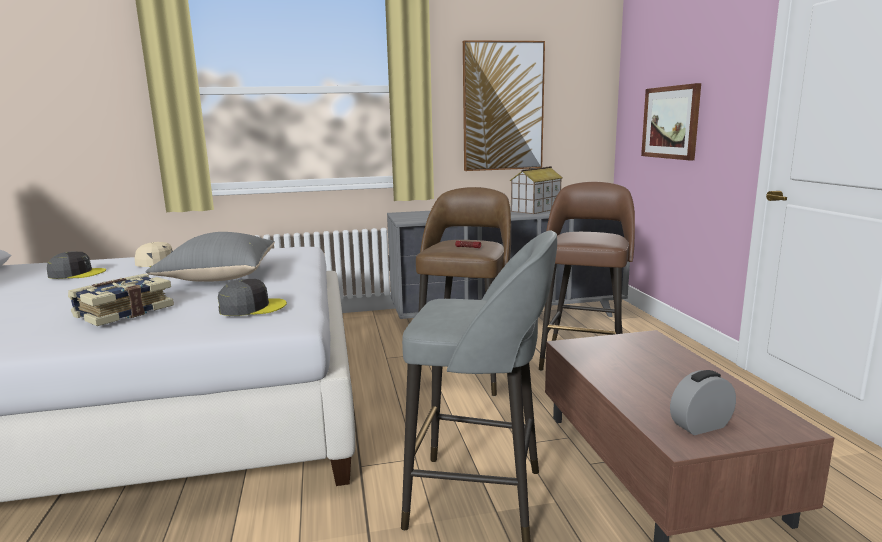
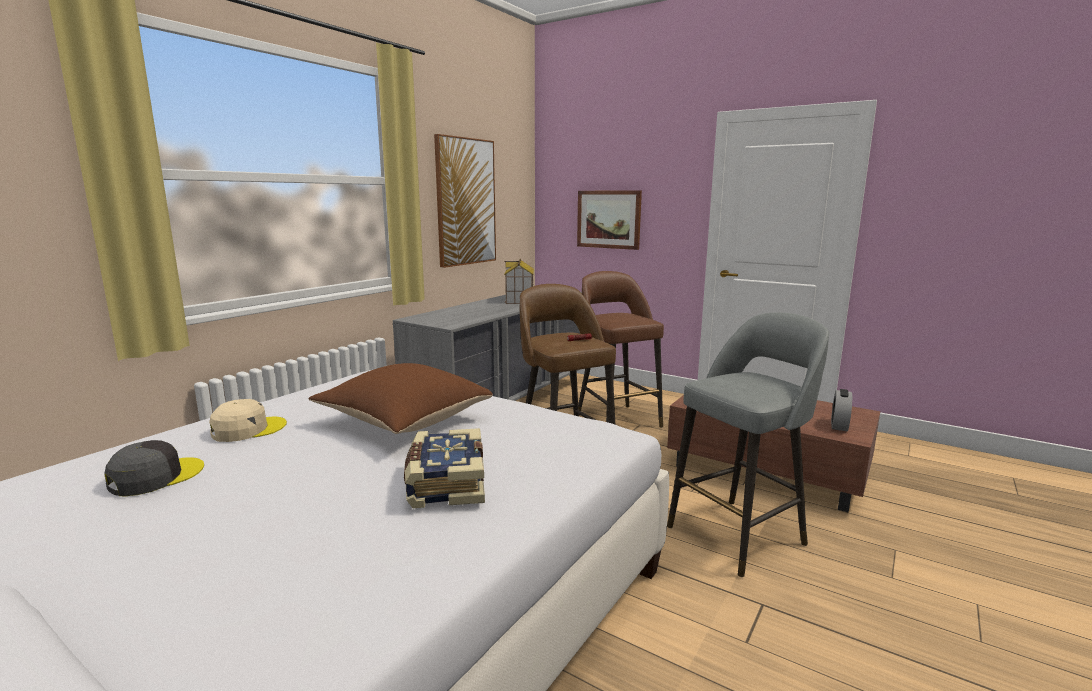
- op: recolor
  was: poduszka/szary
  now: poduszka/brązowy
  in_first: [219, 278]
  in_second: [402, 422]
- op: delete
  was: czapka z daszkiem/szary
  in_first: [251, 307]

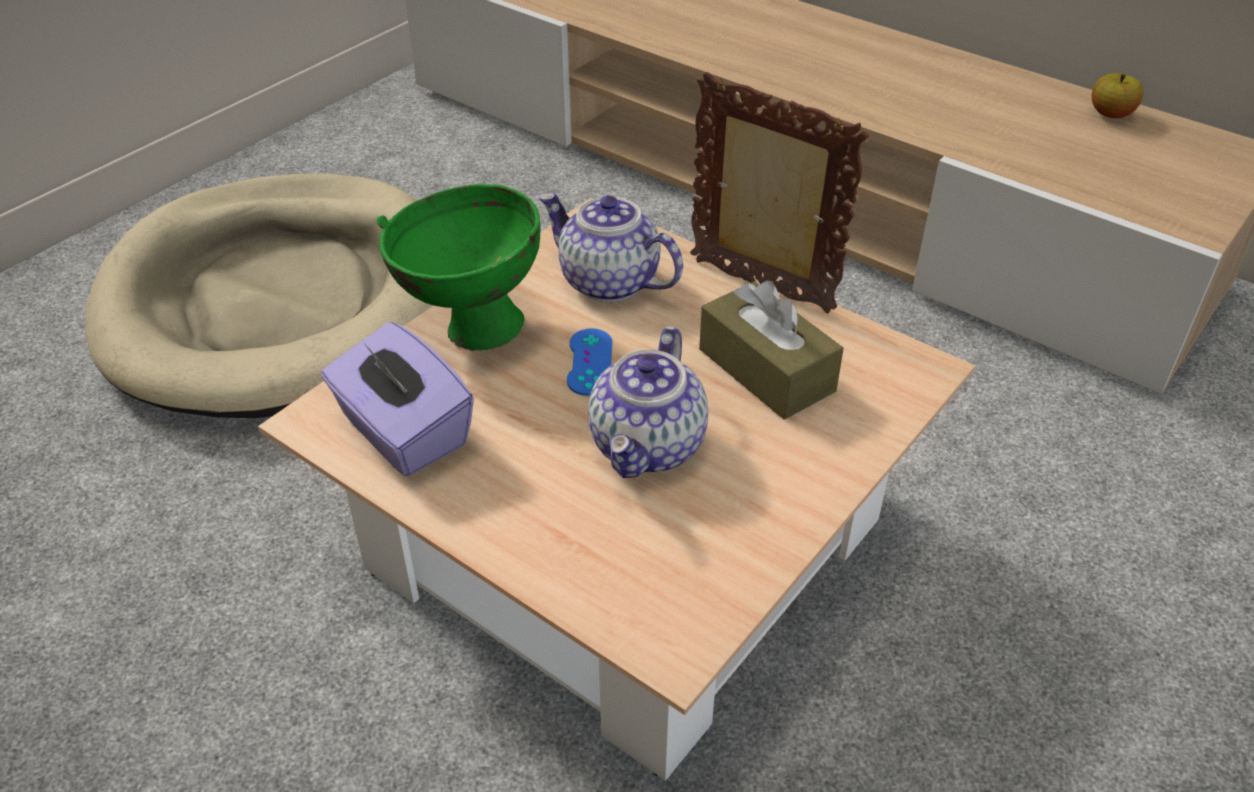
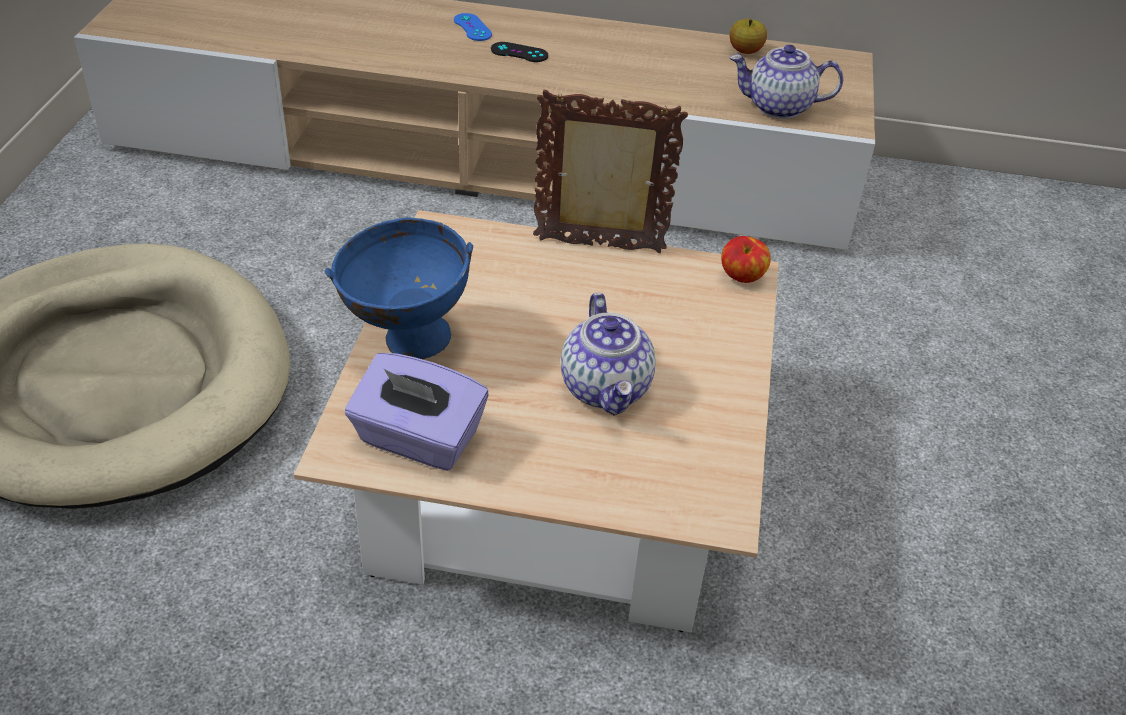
- op: recolor
  was: miska/zielony
  now: miska/niebieski
  in_first: [468, 326]
  in_second: [403, 341]
- op: move
  was: pad do gier/niebieski
  in_first: [589, 362]
  in_second: [472, 27]
- op: insert
  now: pad do gier/czarny
  in_second: [519, 52]
- op: insert
  now: jabłko
  in_second: [742, 277]
- op: move
  was: imbryk
  in_first: [607, 282]
  in_second: [778, 107]
- op: delete
  was: pudełko chusteczek/brązowy
  in_first: [766, 370]

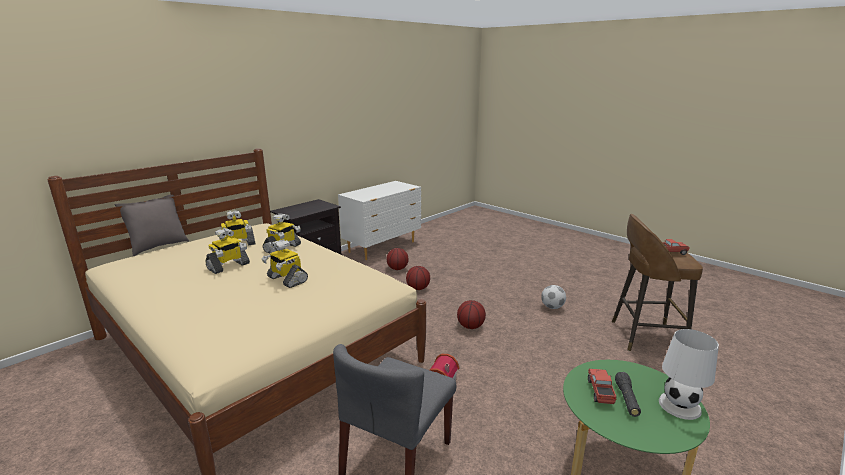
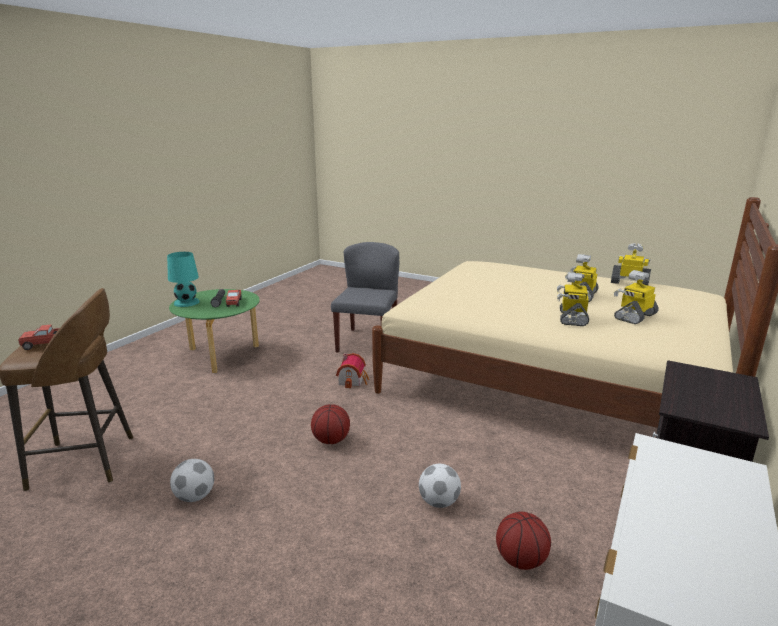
- op: recolor
  was: lampa stołowa/biały
  now: lampa stołowa/turkusowy
  in_first: [679, 405]
  in_second: [187, 302]
- op: replace
  was: piłka do koszykówki
  now: piłka futbolowa
  in_first: [418, 288]
  in_second: [439, 502]
- op: move
  was: robot zabawkowy
  in_first: [286, 279]
  in_second: [630, 283]
- op: delete
  was: poduszka/szary
  in_first: [158, 246]

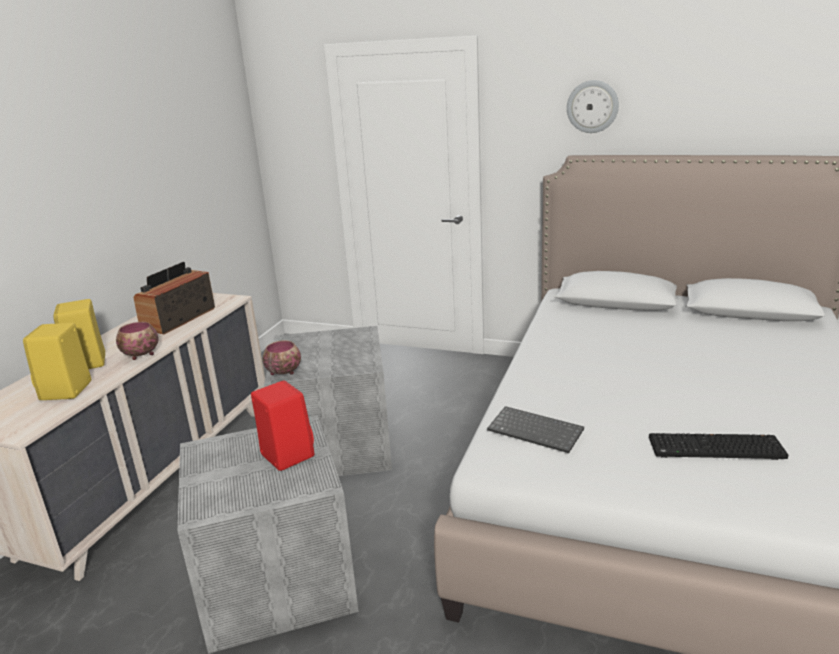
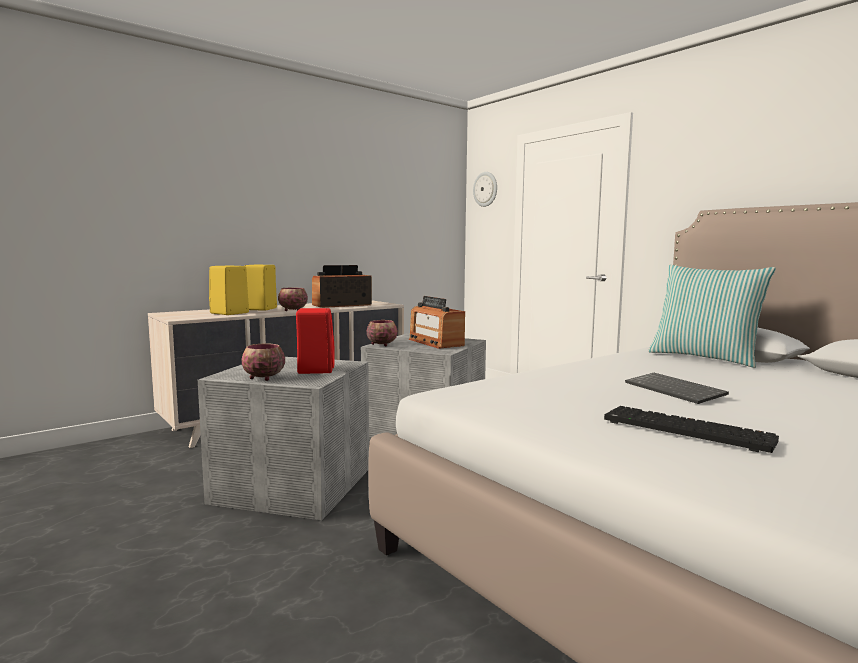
- op: insert
  now: miska
  in_second: [263, 378]
- op: insert
  now: radio
  in_second: [435, 342]
- op: move
  was: zegar ścienny
  in_first: [592, 106]
  in_second: [485, 189]
- op: move
  was: klawiatura
  in_first: [537, 430]
  in_second: [676, 390]
- op: insert
  now: poduszka
  in_second: [704, 357]

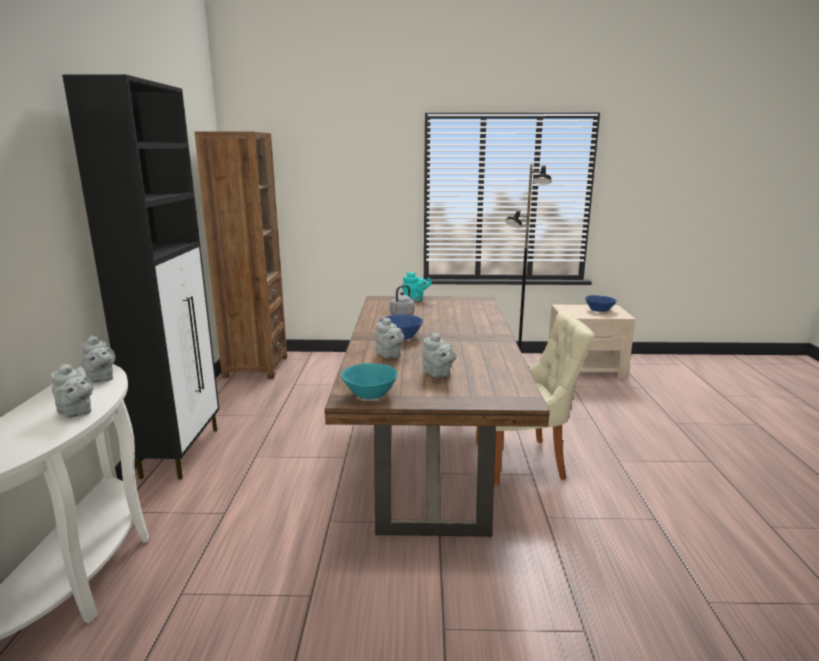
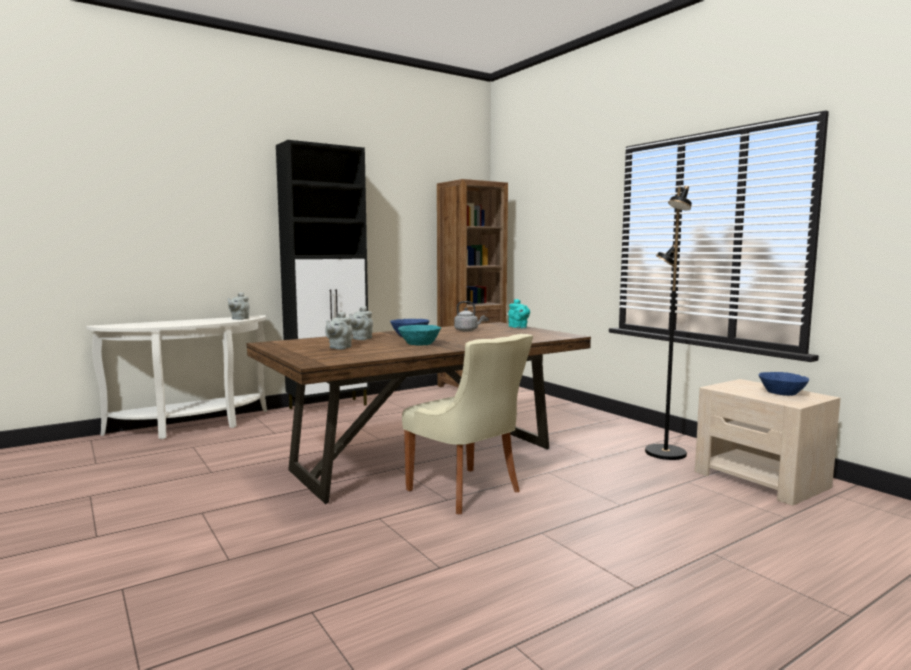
- op: move
  was: miska/turkusowy
  in_first: [369, 394]
  in_second: [419, 344]
- op: delete
  was: imbryk/szary
  in_first: [76, 412]

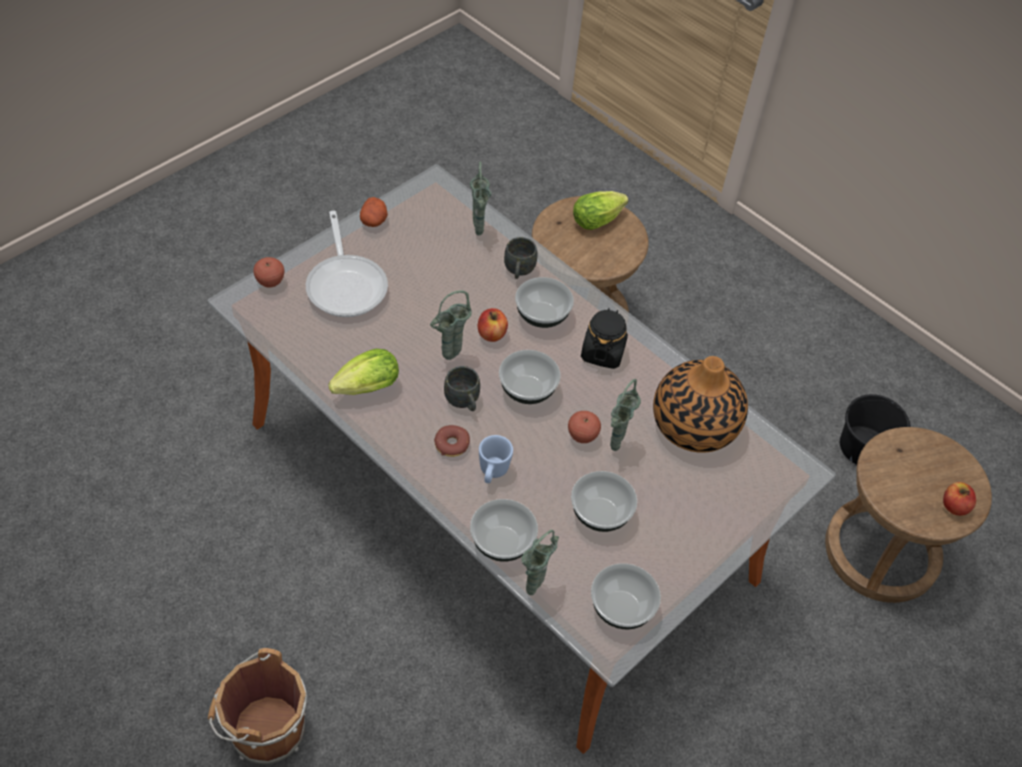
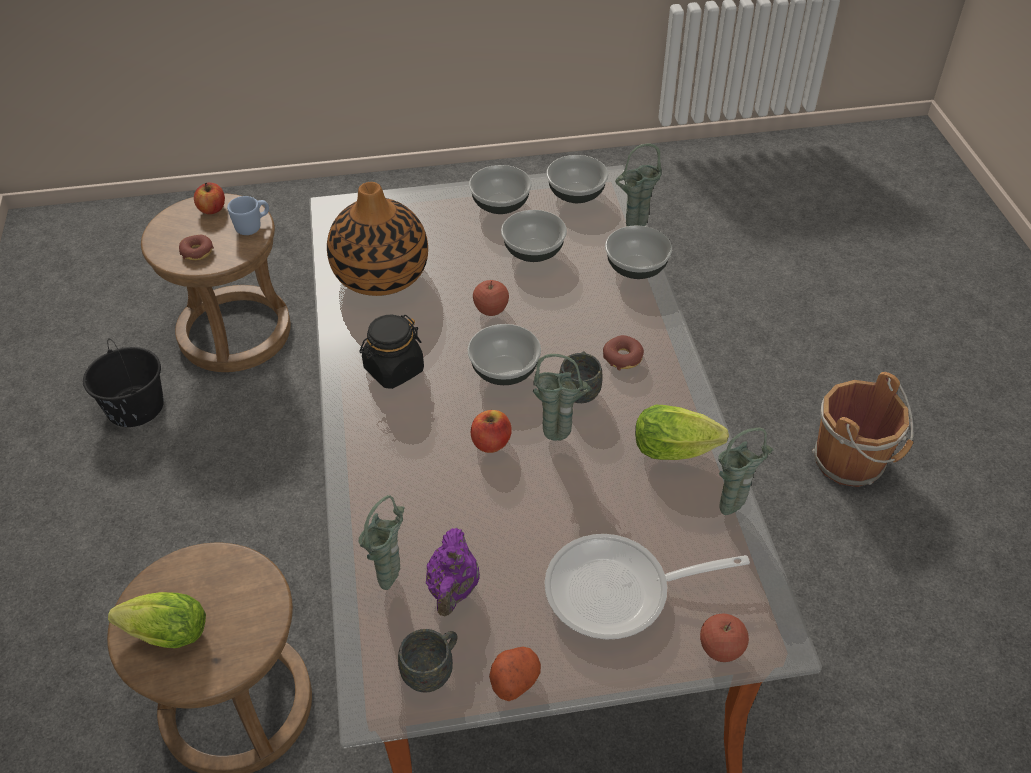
- op: insert
  now: donut
  in_second: [197, 252]
- op: move
  was: kubek/niebieski
  in_first: [492, 472]
  in_second: [253, 227]
- op: move
  was: kubek/szary
  in_first: [518, 271]
  in_second: [433, 669]
- op: insert
  now: imbryk/fioletowy
  in_second: [453, 589]
- op: move
  was: miska
  in_first: [542, 315]
  in_second: [501, 205]
- op: rotate
  was: patelnia
  in_first: [346, 284]
  in_second: [618, 592]
  clockwise: -120
- op: move
  was: wazon/zielony
  in_first: [615, 448]
  in_second: [733, 510]

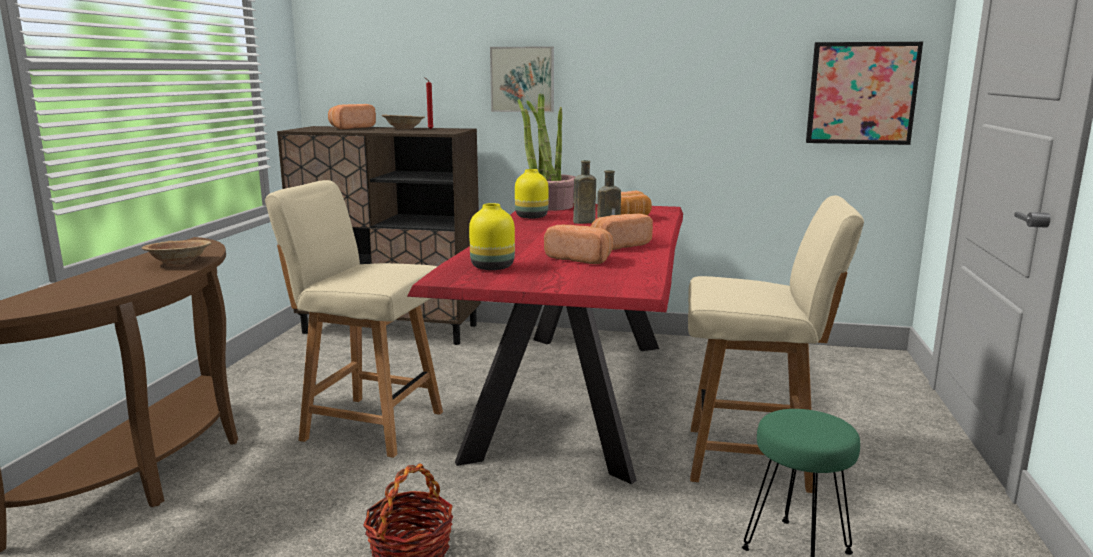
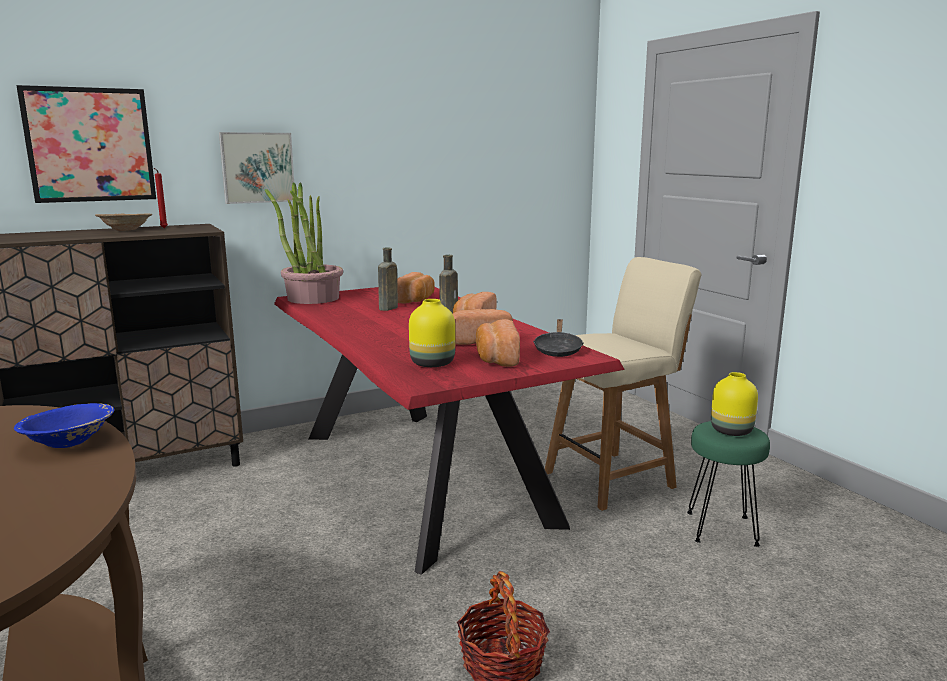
- op: recolor
  was: miska/brązowy
  now: miska/niebieski
  in_first: [179, 262]
  in_second: [69, 442]
- op: move
  was: obraz
  in_first: [861, 93]
  in_second: [90, 145]
- op: move
  was: chleb
  in_first: [350, 128]
  in_second: [496, 359]
- op: insert
  now: patelnia/czarny
  in_second: [558, 350]
- op: move
  was: wazon/żółty
  in_first: [532, 217]
  in_second: [732, 431]
- op: delete
  was: krzesło/beżowy
  in_first: [370, 425]

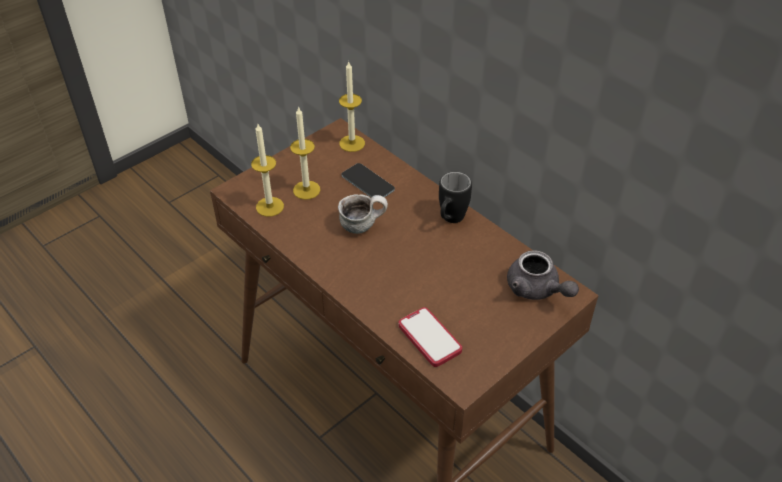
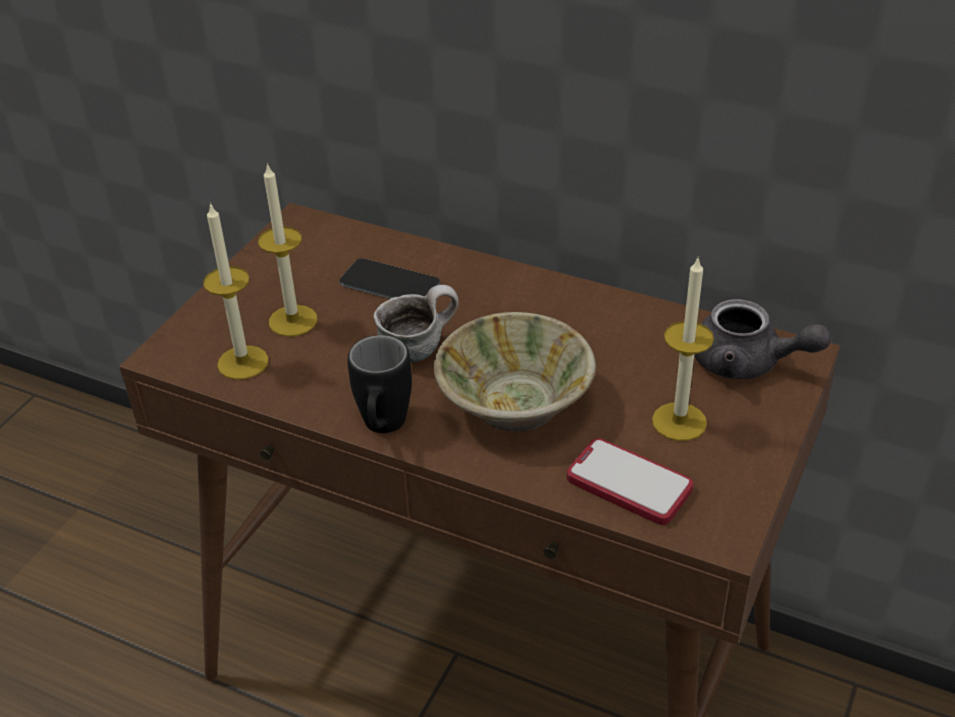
- op: move
  was: kubek/czarny
  in_first: [450, 220]
  in_second: [383, 429]
- op: insert
  now: miska/beżowy
  in_second: [514, 402]
- op: move
  was: świeca
  in_first: [352, 143]
  in_second: [679, 421]

